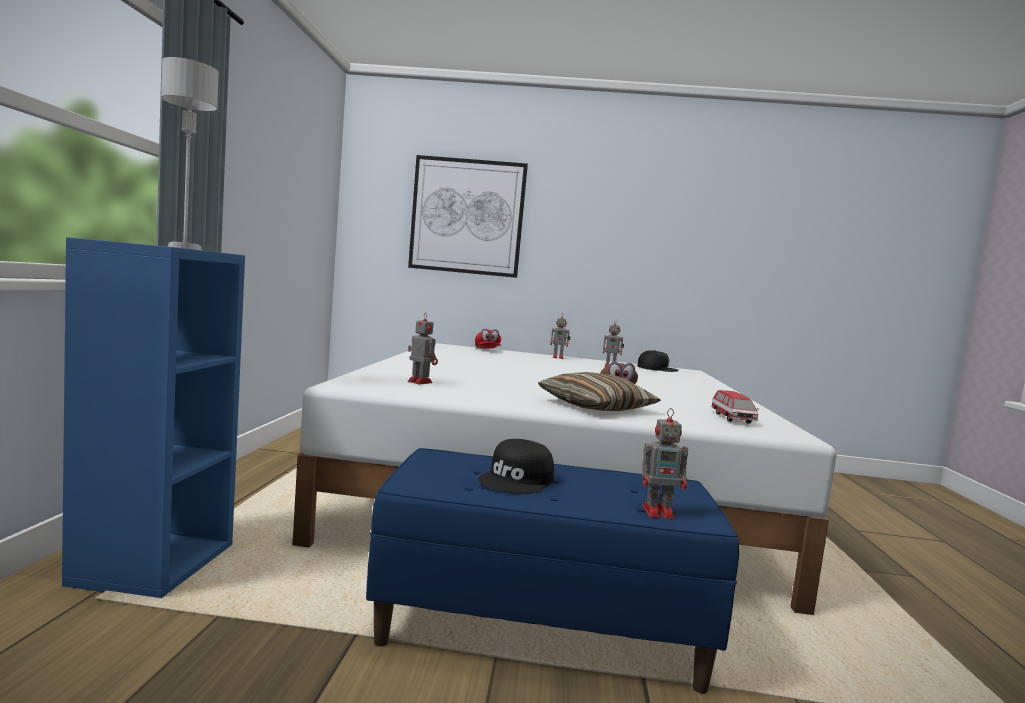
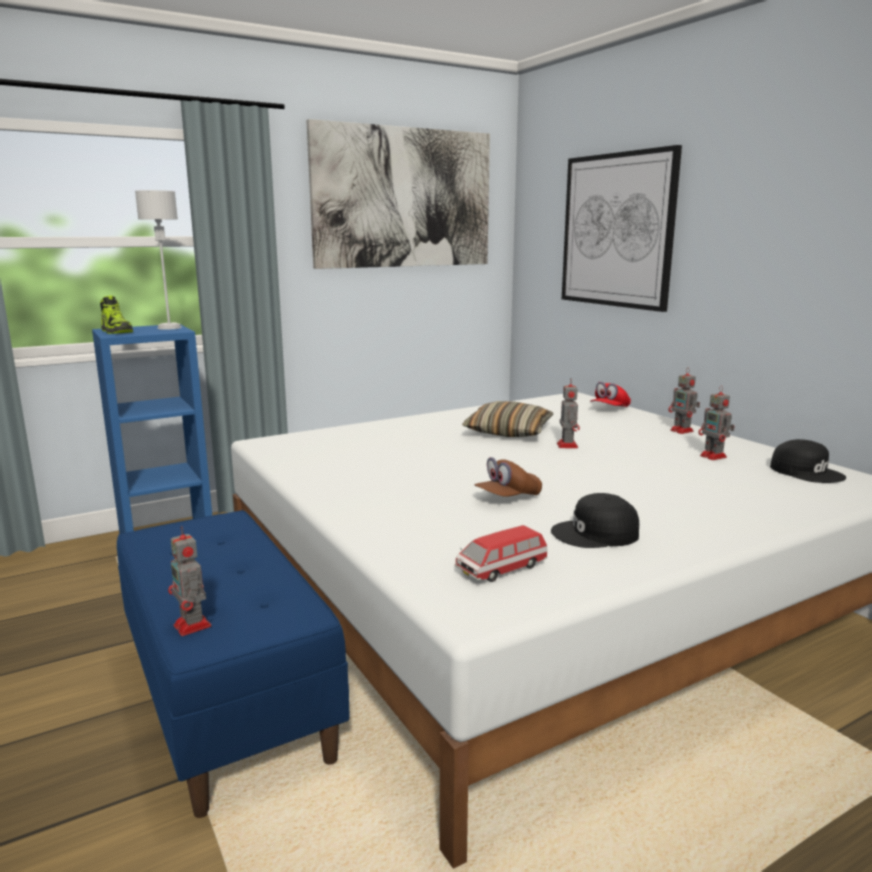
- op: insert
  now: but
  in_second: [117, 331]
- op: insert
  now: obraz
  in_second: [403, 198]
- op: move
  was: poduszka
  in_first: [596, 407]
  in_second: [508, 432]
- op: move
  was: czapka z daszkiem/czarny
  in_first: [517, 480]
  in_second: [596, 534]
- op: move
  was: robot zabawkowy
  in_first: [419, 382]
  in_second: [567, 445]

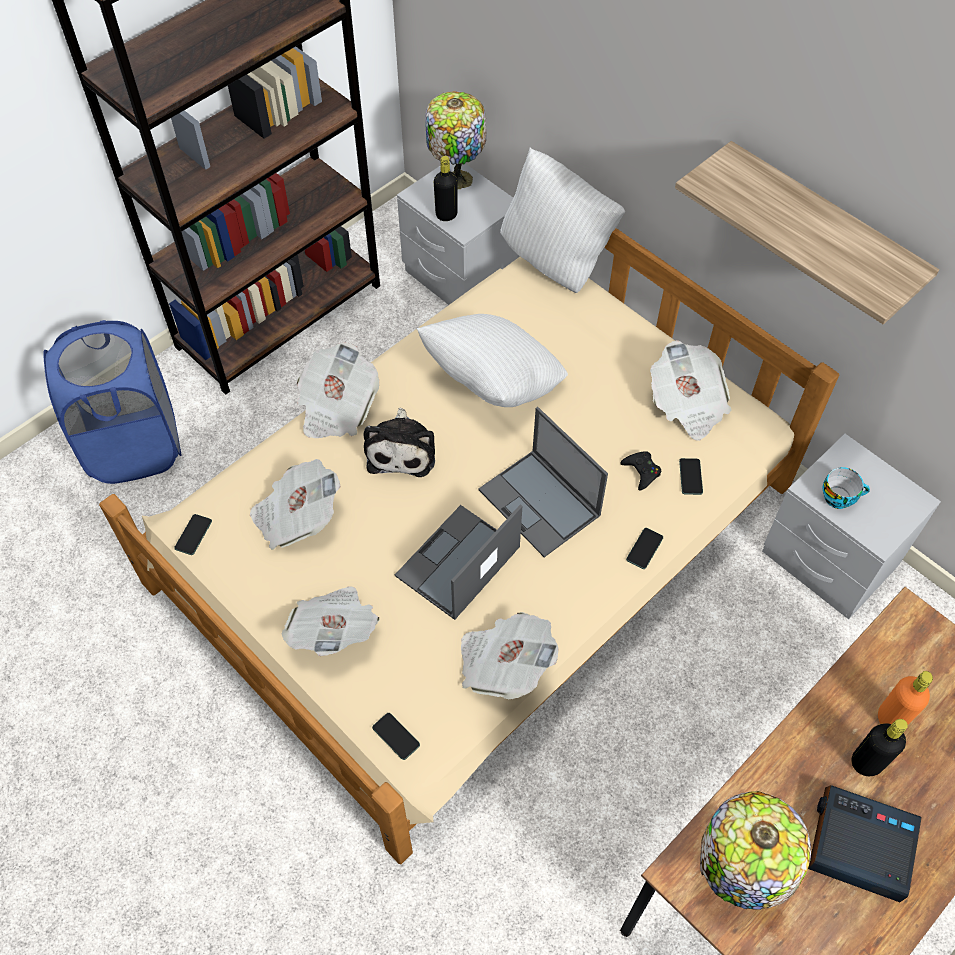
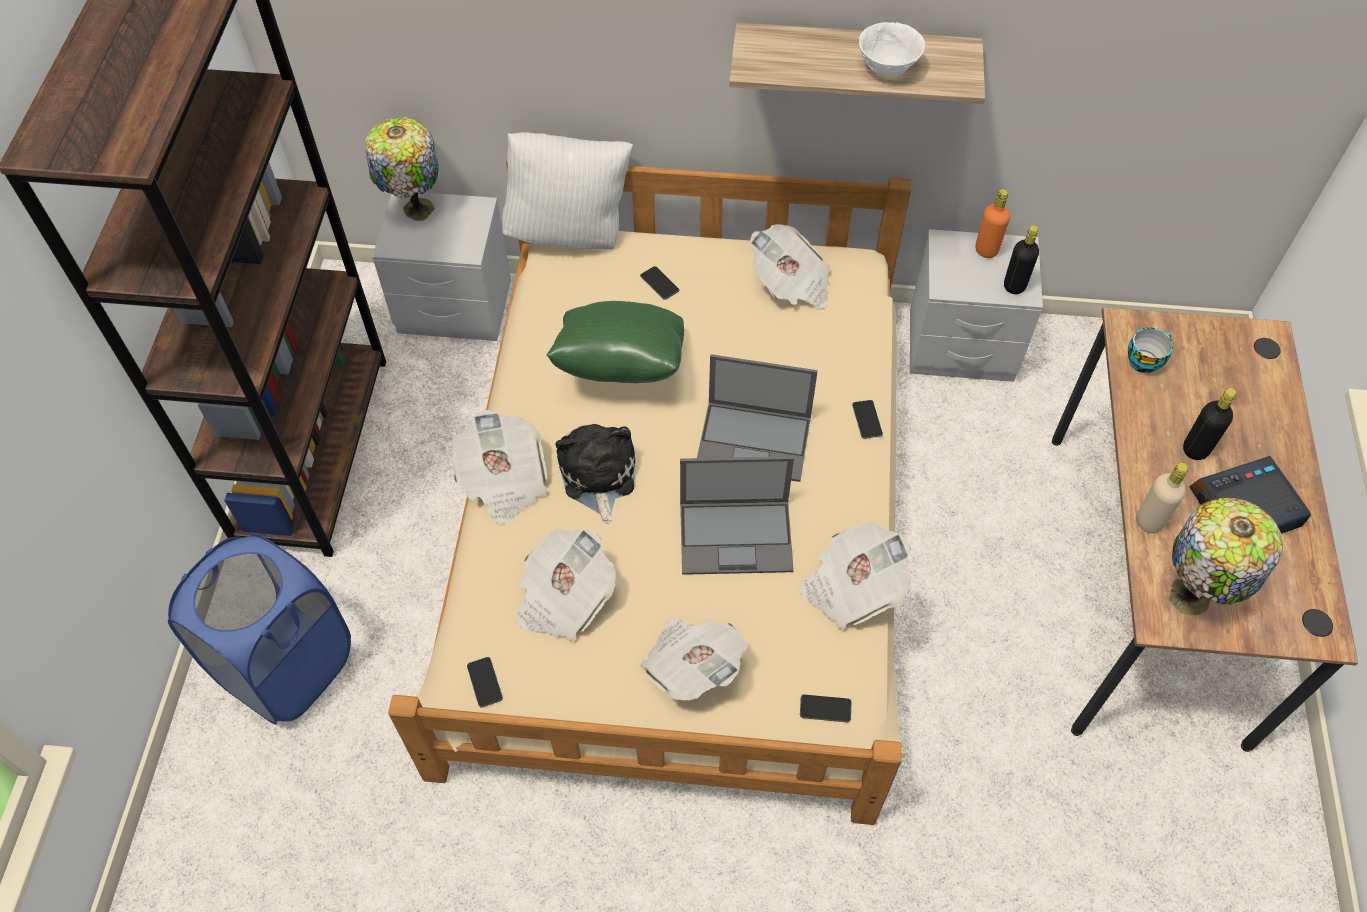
- op: recolor
  was: poduszka/biały
  now: poduszka/zielony
  in_first: [493, 384]
  in_second: [620, 370]
- op: rotate
  was: pluszak
  in_first: [402, 449]
  in_second: [597, 476]
  clockwise: -150
- op: move
  was: telefon
  in_first: [690, 477]
  in_second: [659, 283]
- op: rotate
  was: laptop
  in_first: [457, 563]
  in_second: [737, 536]
  clockwise: -90
- op: insert
  now: miska/biały
  in_second: [888, 69]
- op: move
  was: butelka/pomarańczowy
  in_first: [891, 718]
  in_second: [986, 250]
- op: move
  was: butelka/czarny
  in_first: [446, 215]
  in_second: [1014, 286]
- op: move
  was: filiżanka
  in_first: [839, 497]
  in_second: [1144, 360]
- op: insert
  now: butelka/beżowy
  in_second: [1149, 521]
- op: delete
  was: pad do gier/czarny
  in_first: [641, 471]

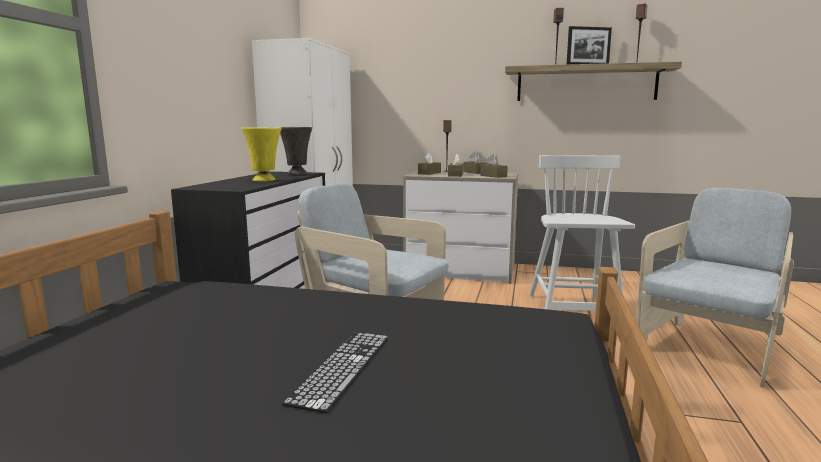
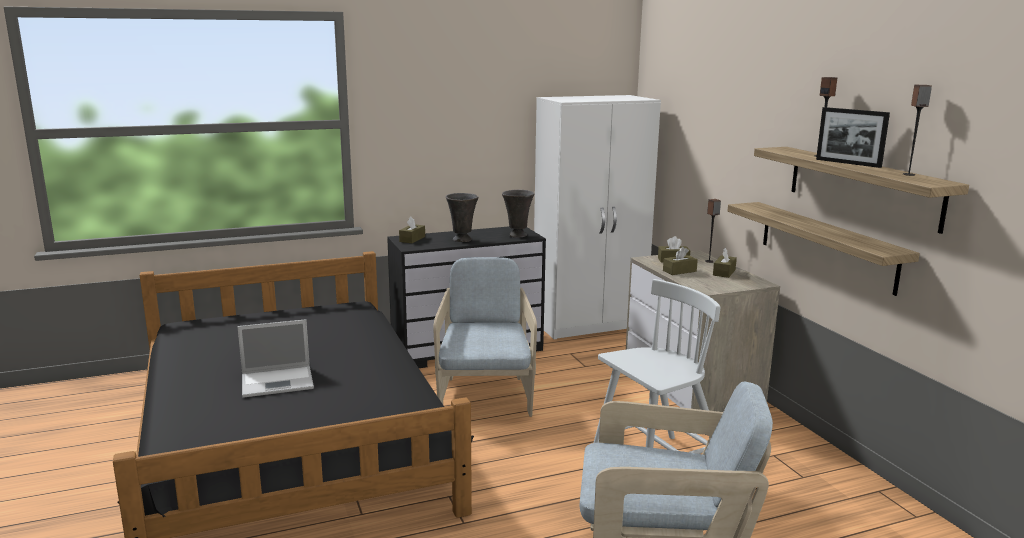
- op: replace
  was: klawiatura
  now: laptop
  in_first: [342, 367]
  in_second: [279, 381]
- op: move
  was: pudełko chusteczek/brązowy
  in_first: [493, 176]
  in_second: [412, 239]
- op: recolor
  was: wazon/żółty
  now: wazon/szary
  in_first: [265, 180]
  in_second: [462, 240]
- op: insert
  now: półka
  in_second: [826, 245]

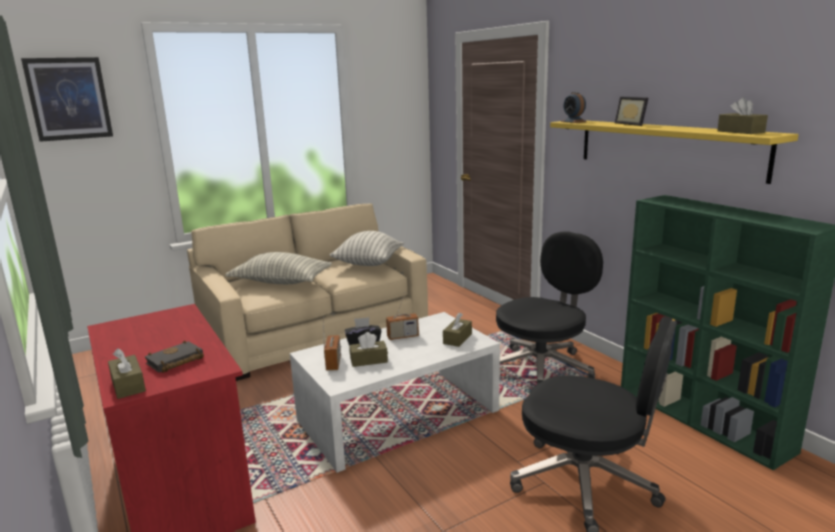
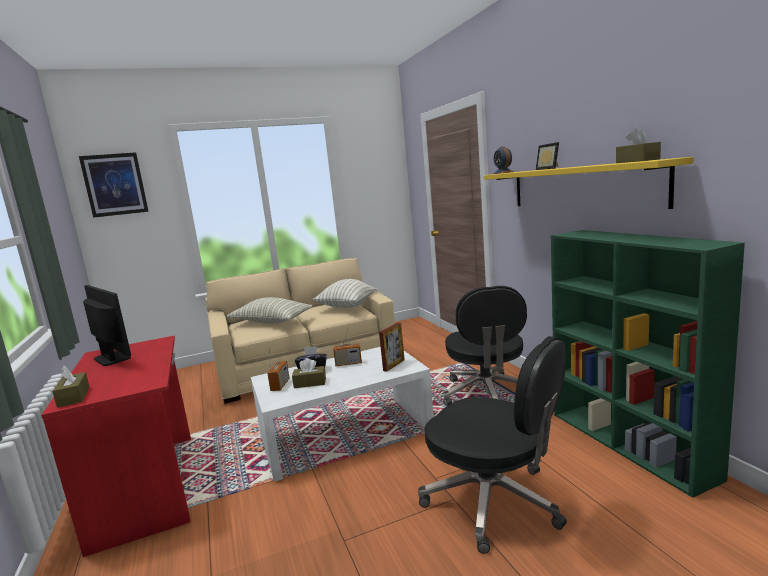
- op: insert
  now: monitor
  in_second: [112, 358]
- op: replace
  was: pudełko chusteczek/brązowy
  now: ramka na zdjęcie
  in_first: [457, 338]
  in_second: [394, 365]
- op: rotate
  was: krzesło biurowe/czarny
  in_first: [543, 368]
  in_second: [487, 395]
  clockwise: 120
- op: delete
  was: książka/czarny
  in_first: [174, 362]

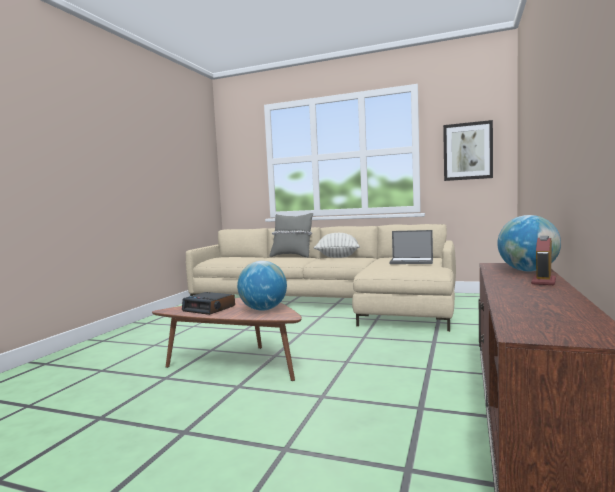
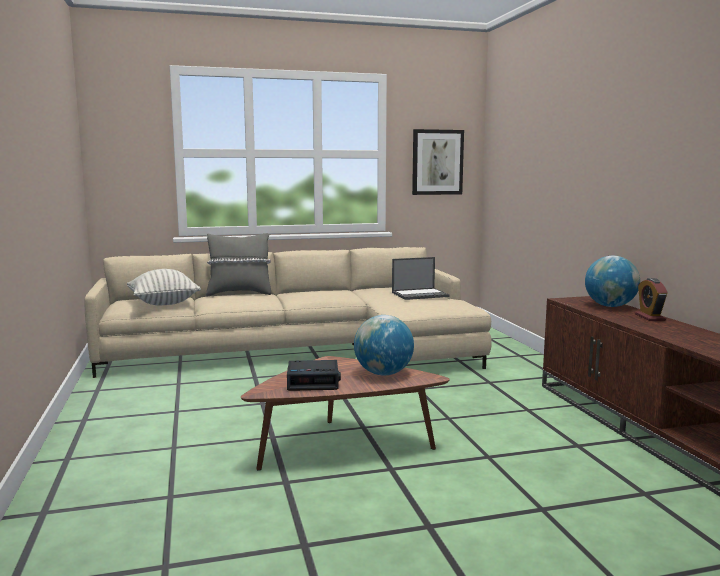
- op: move
  was: poduszka
  in_first: [338, 257]
  in_second: [163, 303]

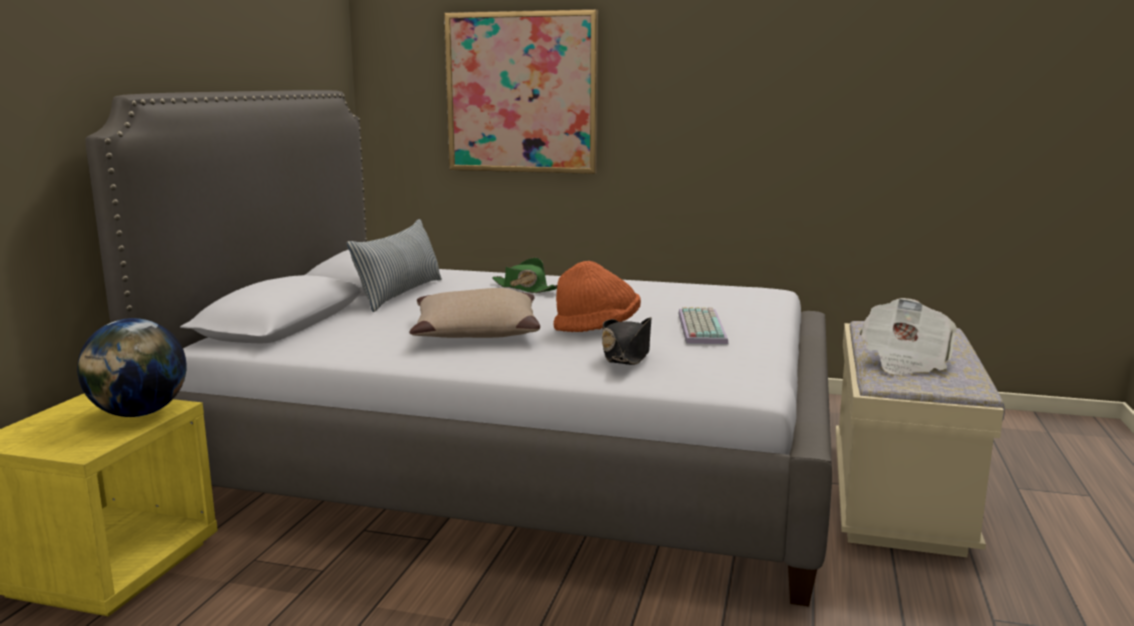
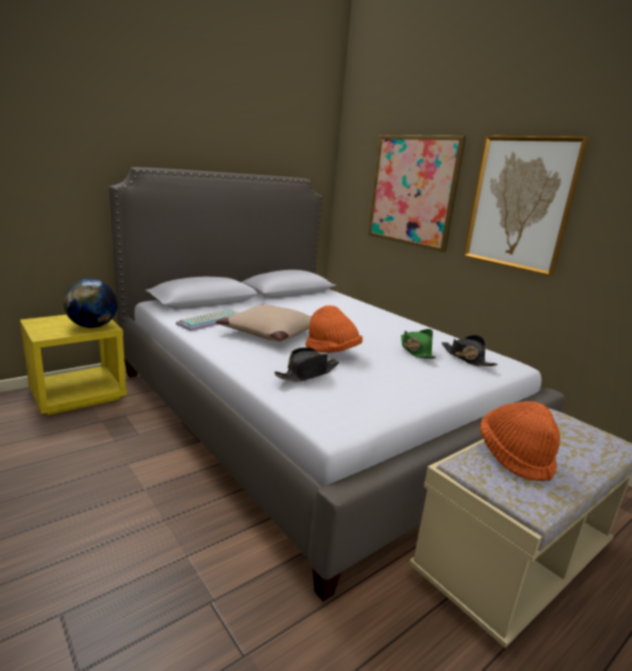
- op: move
  was: klawiatura
  in_first: [699, 327]
  in_second: [211, 320]
- op: move
  was: kapelusz/zielony
  in_first: [525, 288]
  in_second: [416, 350]
- op: insert
  now: kapelusz/czarny
  in_second: [466, 358]
- op: insert
  now: obraz
  in_second: [520, 203]
- op: replace
  was: gazeta
  now: kapelusz/pomarańczowy
  in_first: [904, 361]
  in_second: [515, 457]
- op: delete
  was: poduszka
  in_first: [400, 294]

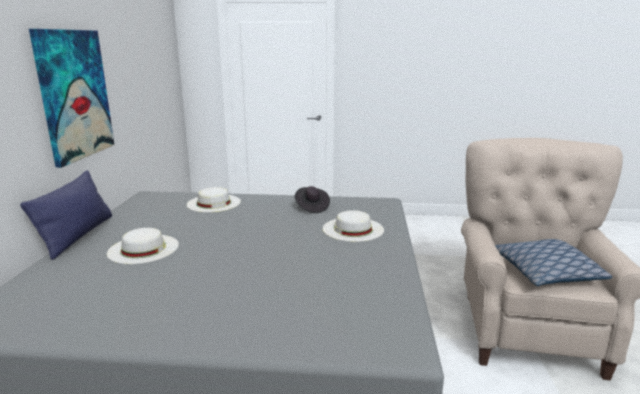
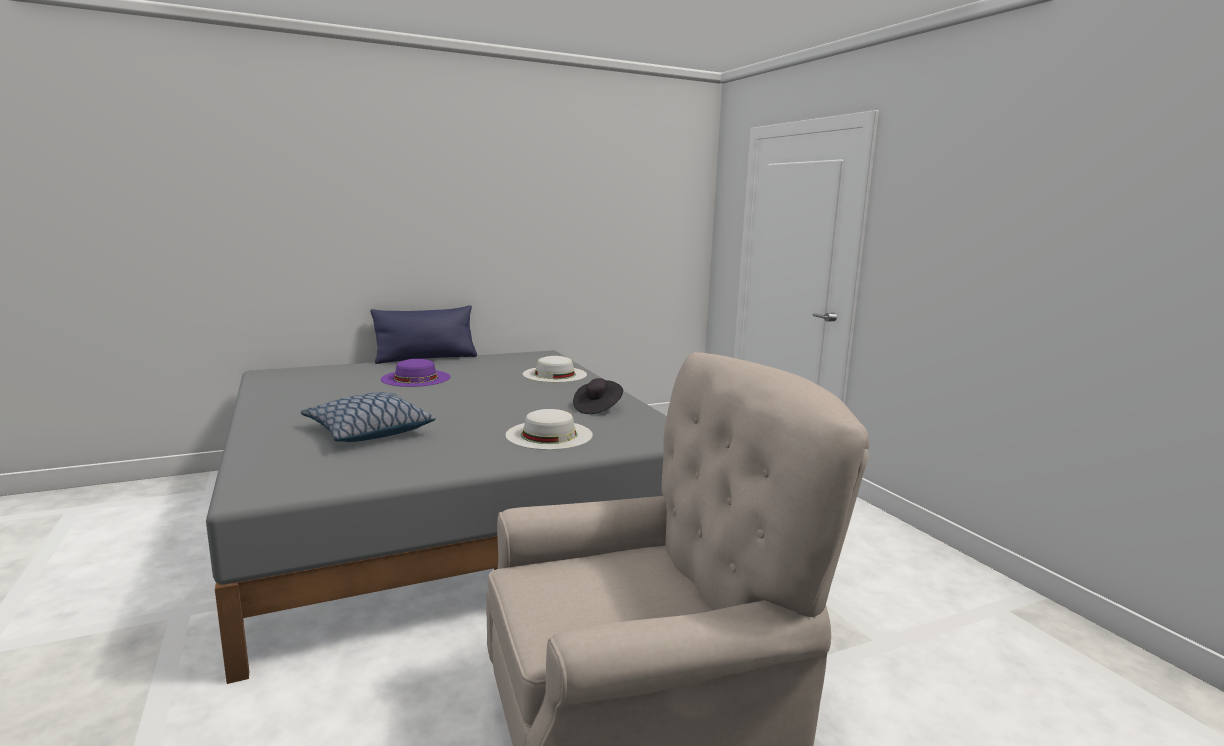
- op: move
  was: poduszka
  in_first: [546, 273]
  in_second: [368, 431]
- op: recolor
  was: kapelusz/biały
  now: kapelusz/fioletowy
  in_first: [143, 248]
  in_second: [416, 378]
- op: delete
  was: obraz
  in_first: [74, 95]

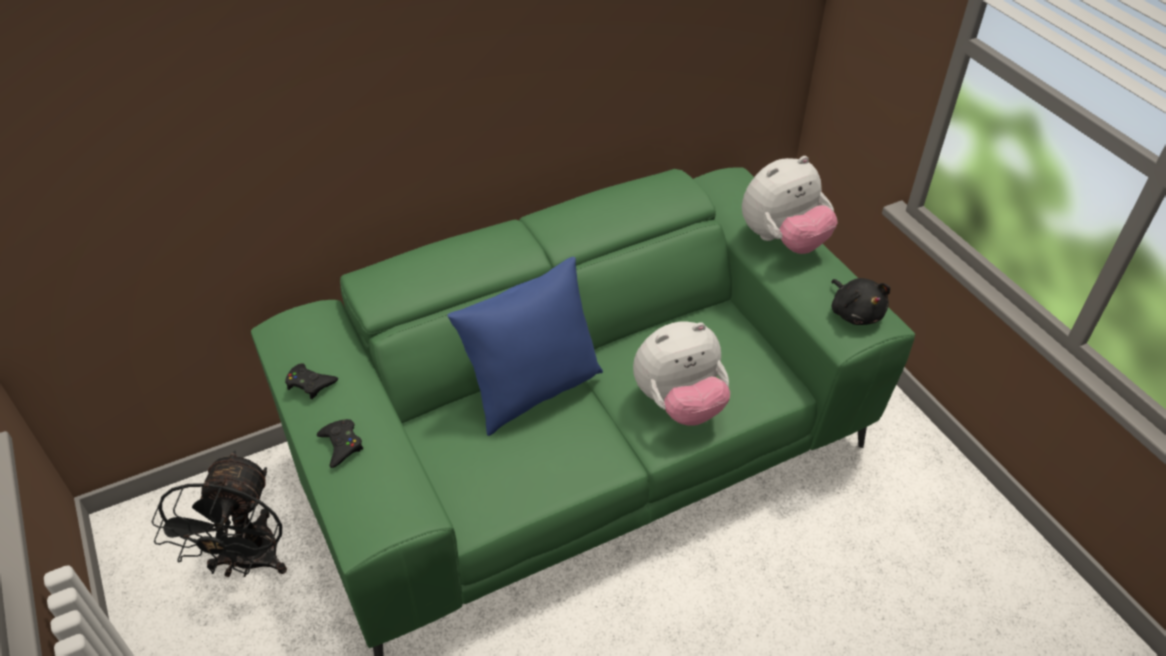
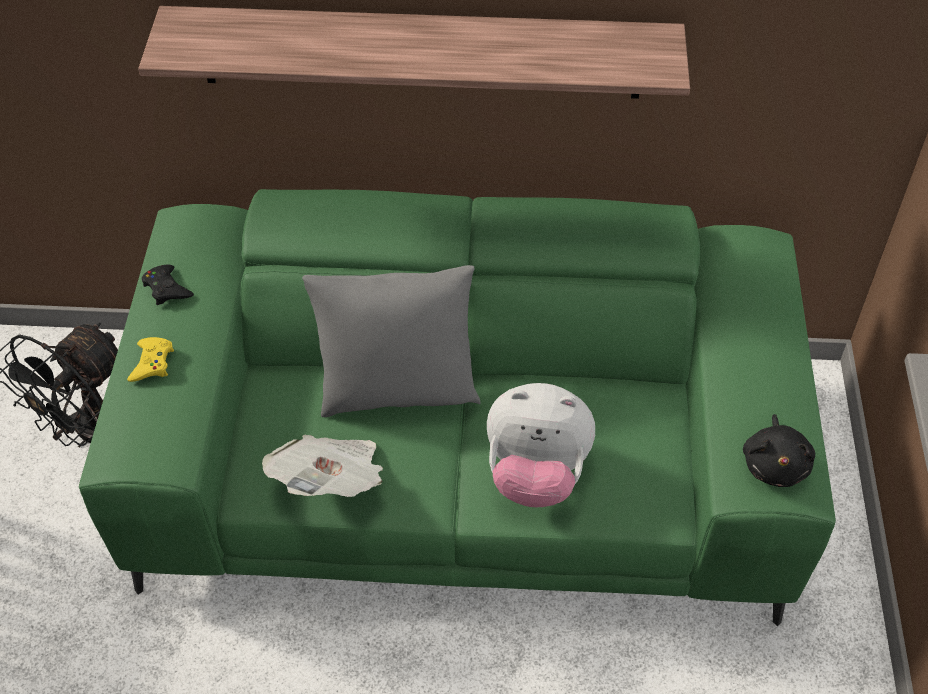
- op: recolor
  was: pad do gier/czarny
  now: pad do gier/żółty
  in_first: [341, 445]
  in_second: [152, 363]
- op: insert
  now: półka
  in_second: [421, 52]
- op: insert
  now: gazeta
  in_second: [331, 482]
- op: recolor
  was: poduszka/niebieski
  now: poduszka/szary
  in_first: [532, 390]
  in_second: [397, 390]
- op: delete
  was: pluszak
  in_first: [783, 240]

